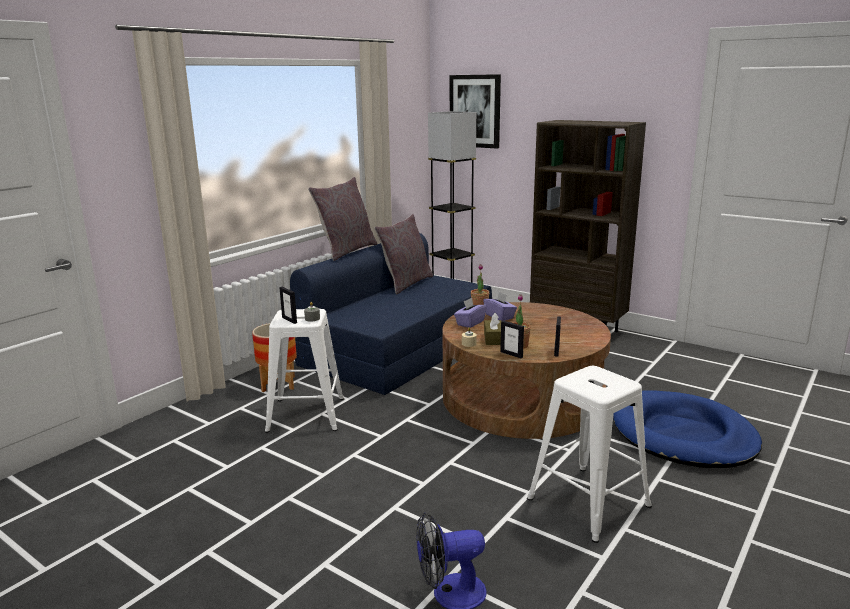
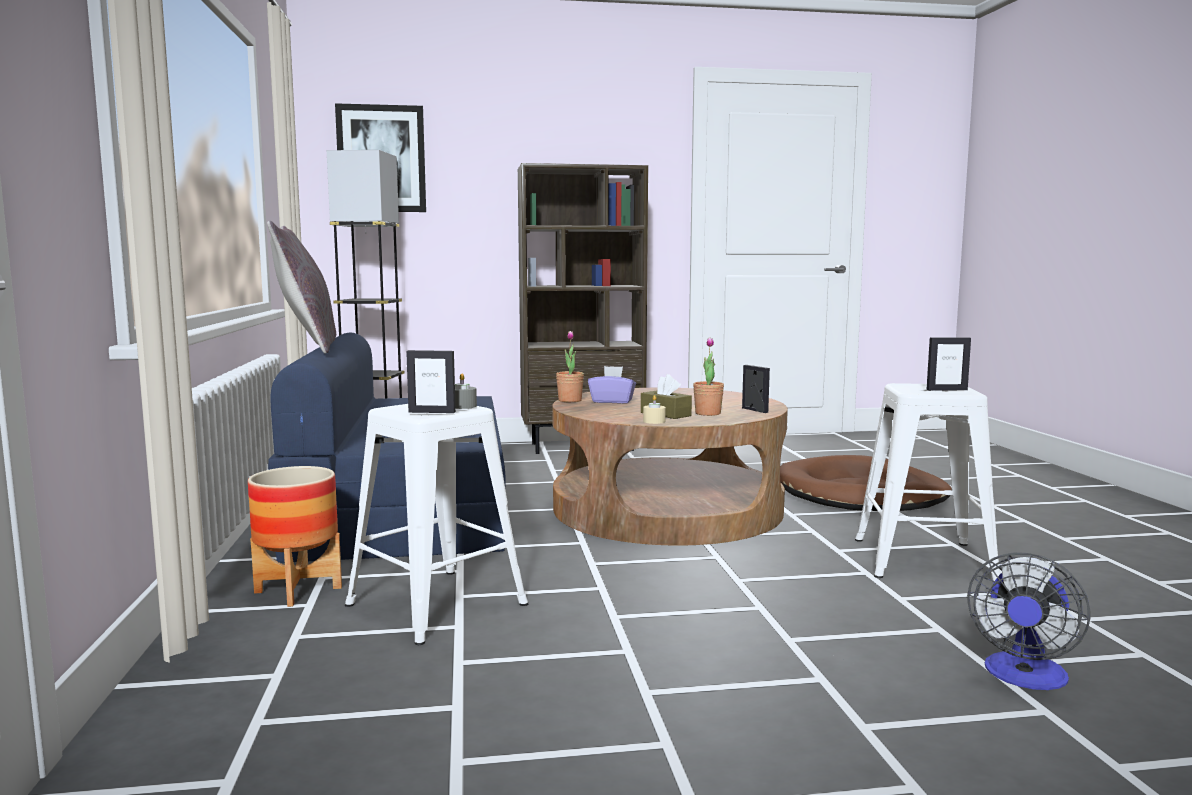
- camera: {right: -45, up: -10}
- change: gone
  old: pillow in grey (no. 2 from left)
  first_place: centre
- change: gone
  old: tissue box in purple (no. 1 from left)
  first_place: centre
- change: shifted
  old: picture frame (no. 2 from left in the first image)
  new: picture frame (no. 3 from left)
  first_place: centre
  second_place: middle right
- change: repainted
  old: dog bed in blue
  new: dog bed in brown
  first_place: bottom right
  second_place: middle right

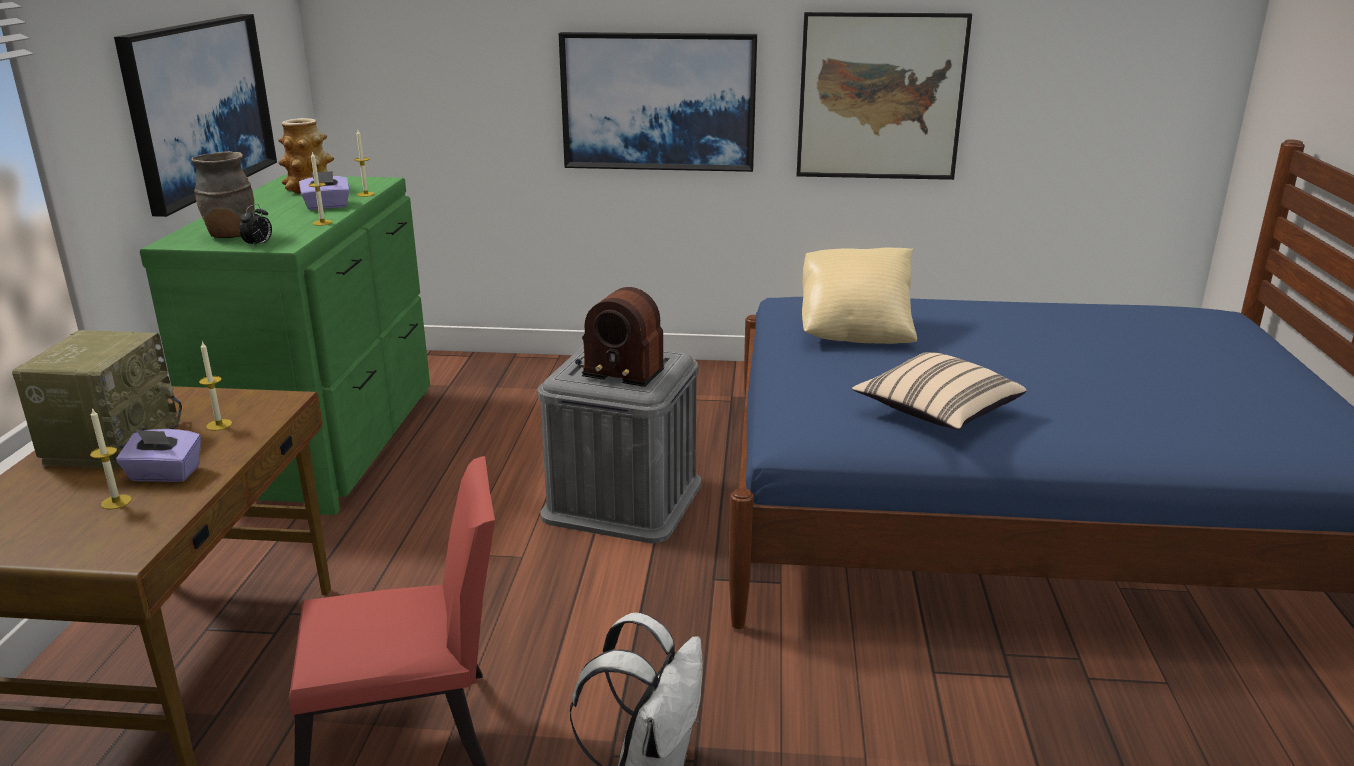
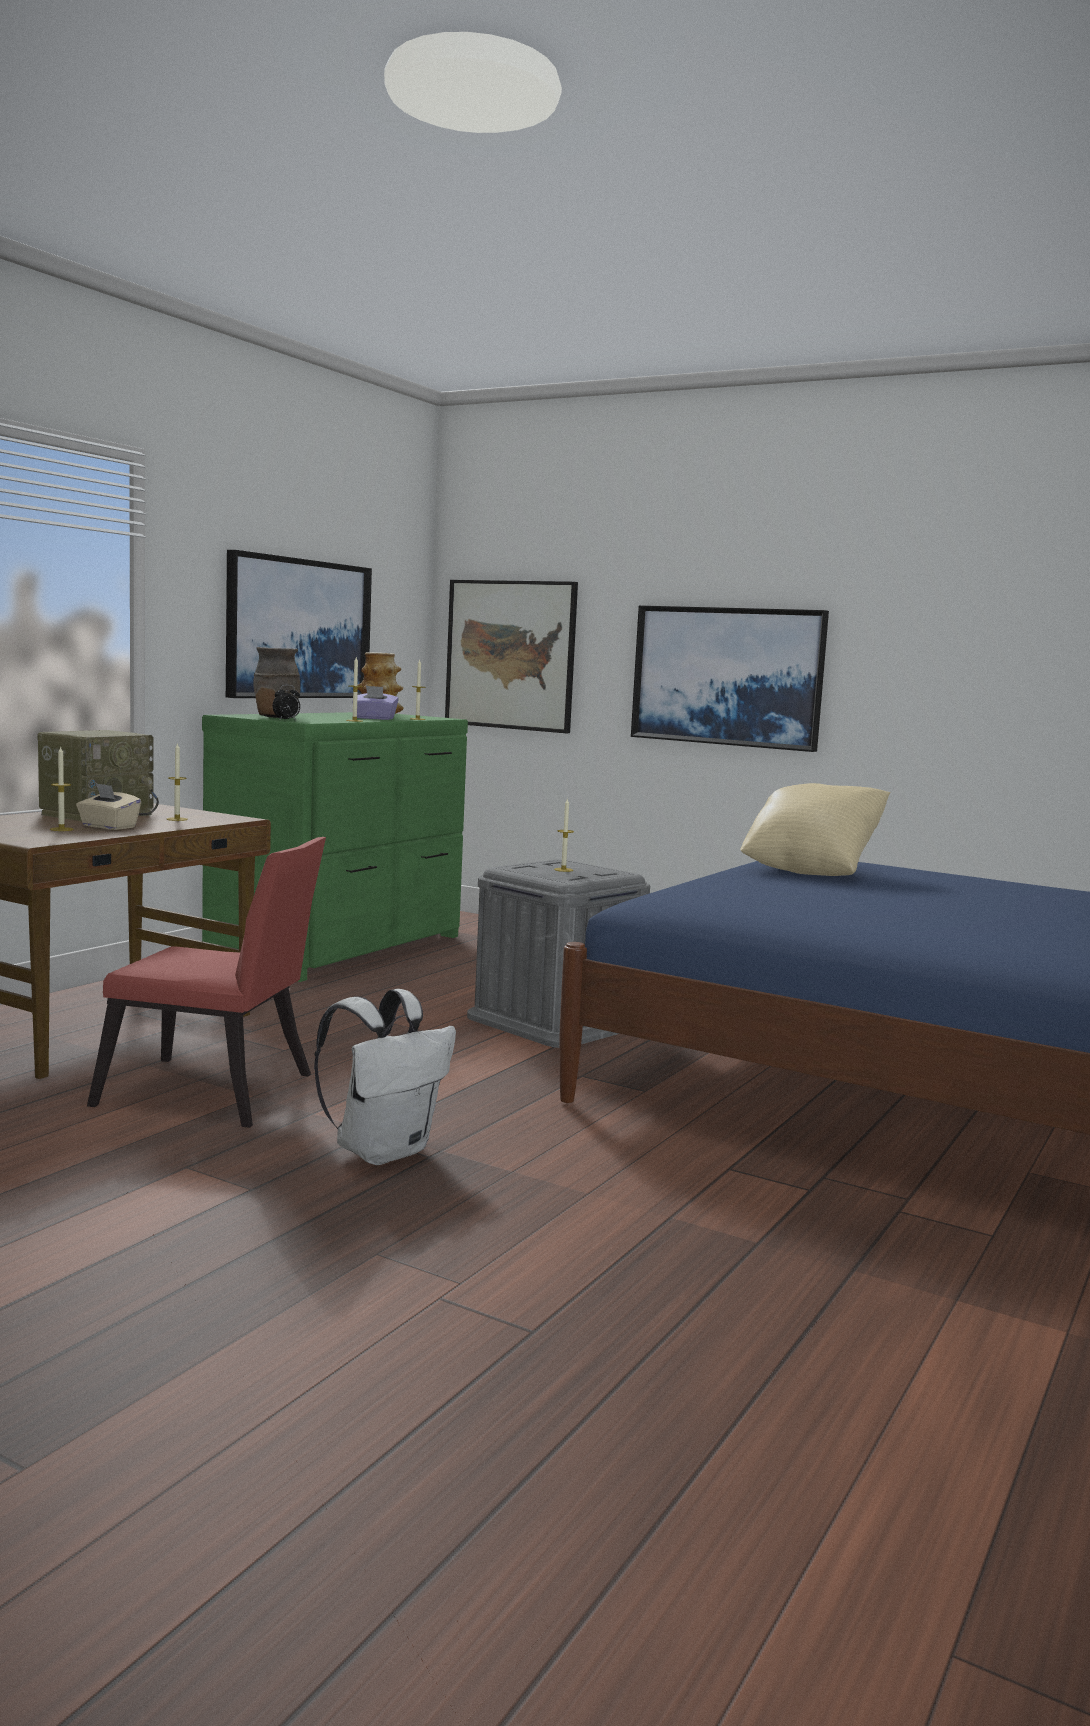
- camera: {right: 25, up: -15}
- change: gone
  old: pillow in beige (no. 2 from left)
  first_place: middle right
- change: shifted
  old: picture (no. 3 from left in the first image)
  new: picture (no. 2 from left)
  first_place: top centre
  second_place: centre
- change: swapped
  old: radio (no. 2 from left)
  new: candle (no. 5 from left)
  first_place: centre
  second_place: centre
- change: repainted
  old: tissue box in purple (no. 1 from left)
  new: tissue box in beige
  first_place: middle left
  second_place: middle left

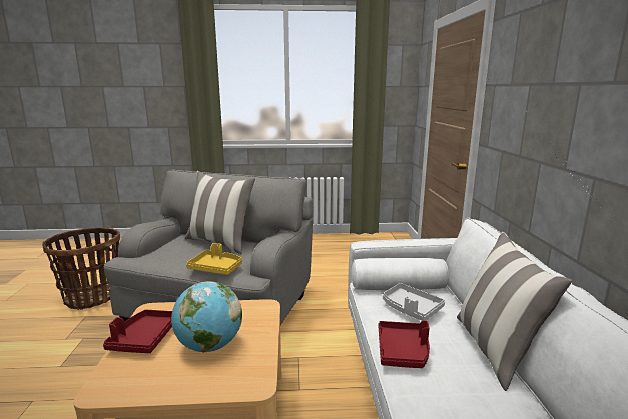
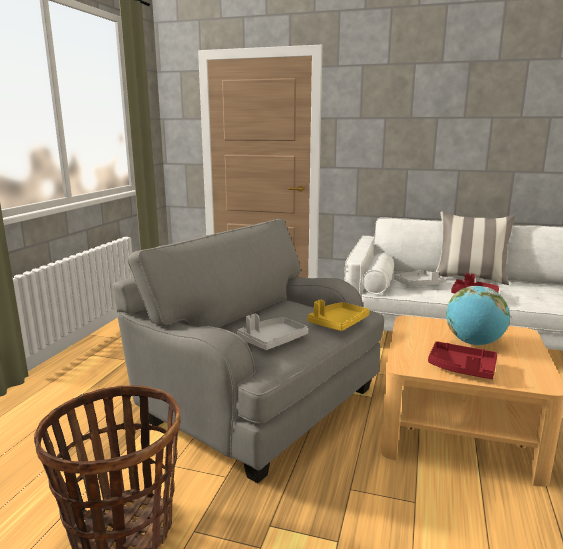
- camera: {right: -70, up: 0}
- change: gone
  old: pillow (no. 1 from left)
  first_place: centre
- change: new
  new: tray in grey (no. 1 from left)
  second_place: centre

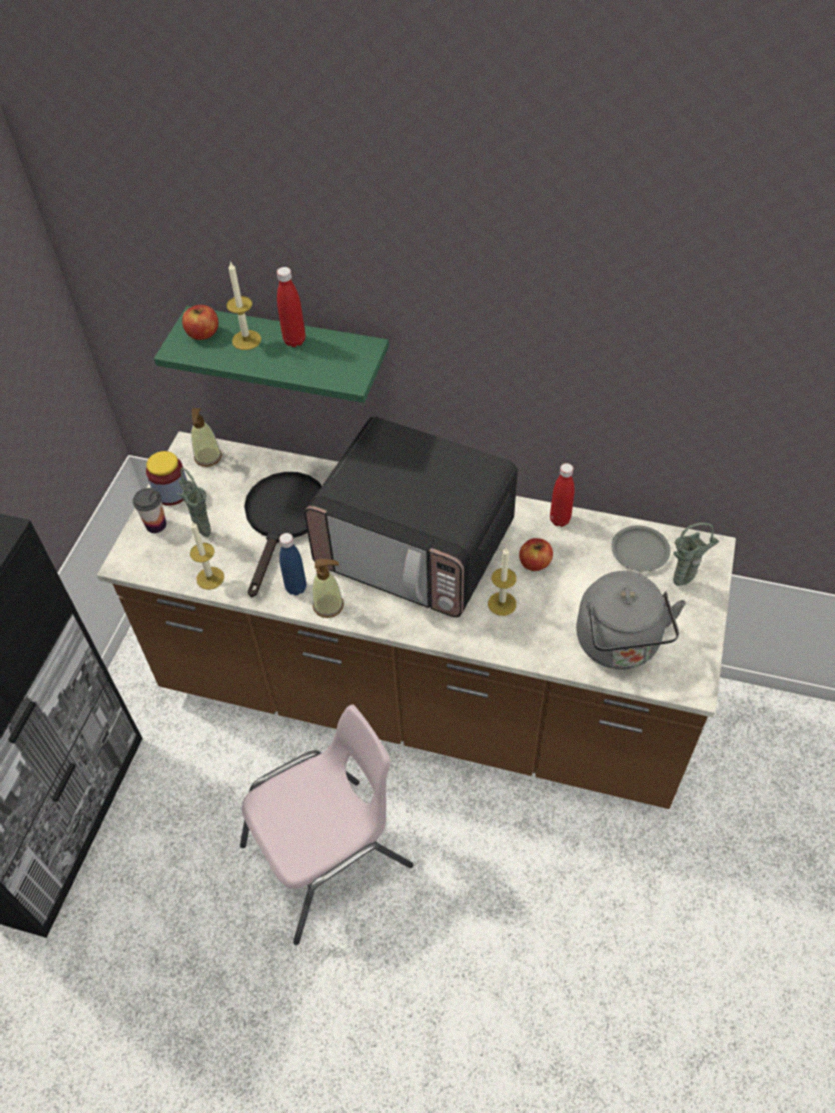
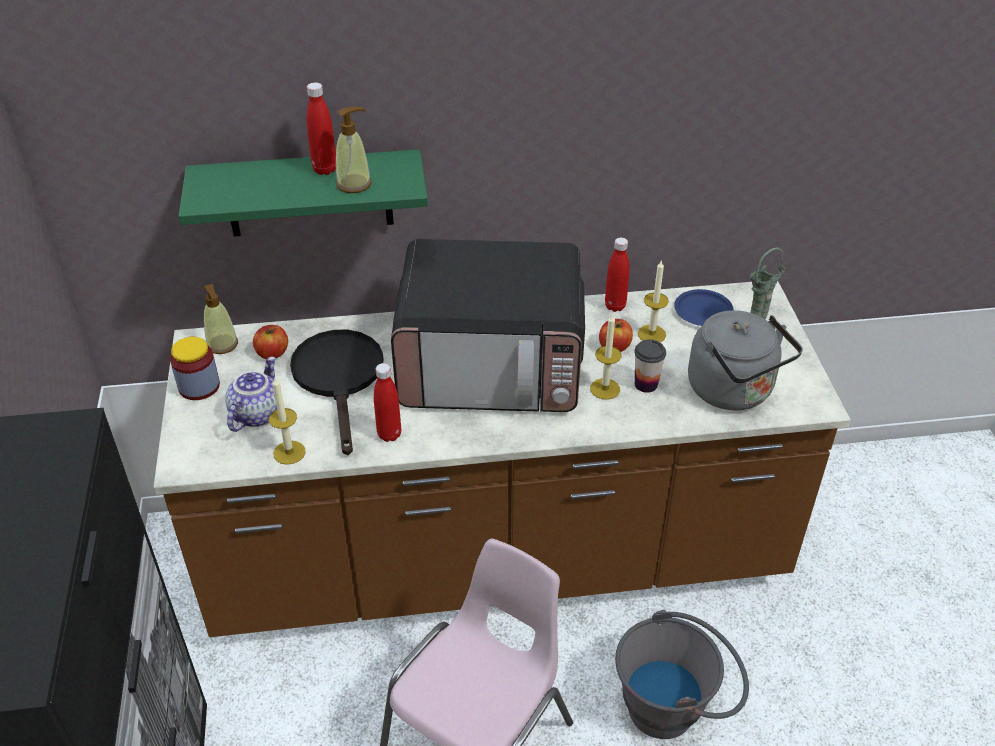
- camera: {right: -25, up: -10}
- change: new
  new: bucket in grey
  second_place: bottom right
- change: shifted
  old: cup
  first_place: middle left
  second_place: centre
- change: shifted
  old: apple (no. 1 from left)
  first_place: top left
  second_place: middle left
- change: shifted
  old: candle (no. 2 from left in the first image)
  new: candle (no. 3 from left)
  first_place: top left
  second_place: centre
- change: shifted
  old: soap dispenser (no. 2 from left)
  first_place: centre
  second_place: top centre
- change: swapped
  old: vase in green (no. 1 from left)
  new: teapot
  first_place: middle left
  second_place: middle left
- change: repainted
  old: bottle in blue
  new: bottle in red (no. 2 from left)
  first_place: centre
  second_place: centre
- change: repainted
  old: plate in grey
  new: plate in blue
  first_place: middle right
  second_place: middle right

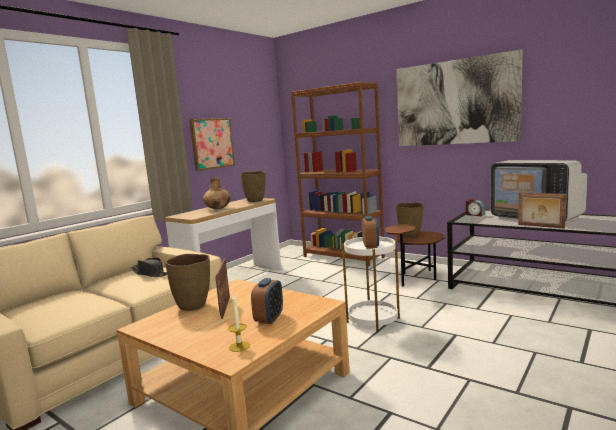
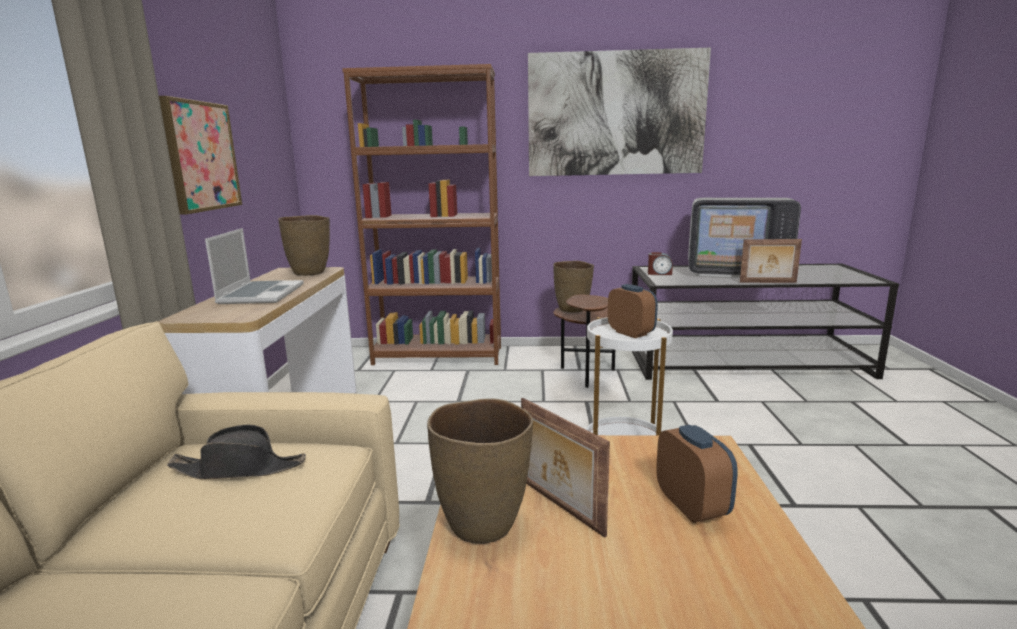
- camera: {right: -35, up: 5}
- change: gone
  old: candle
  first_place: bottom centre
- change: swapped
  old: vase in brown (no. 2 from left)
  new: laptop
  first_place: centre
  second_place: middle left

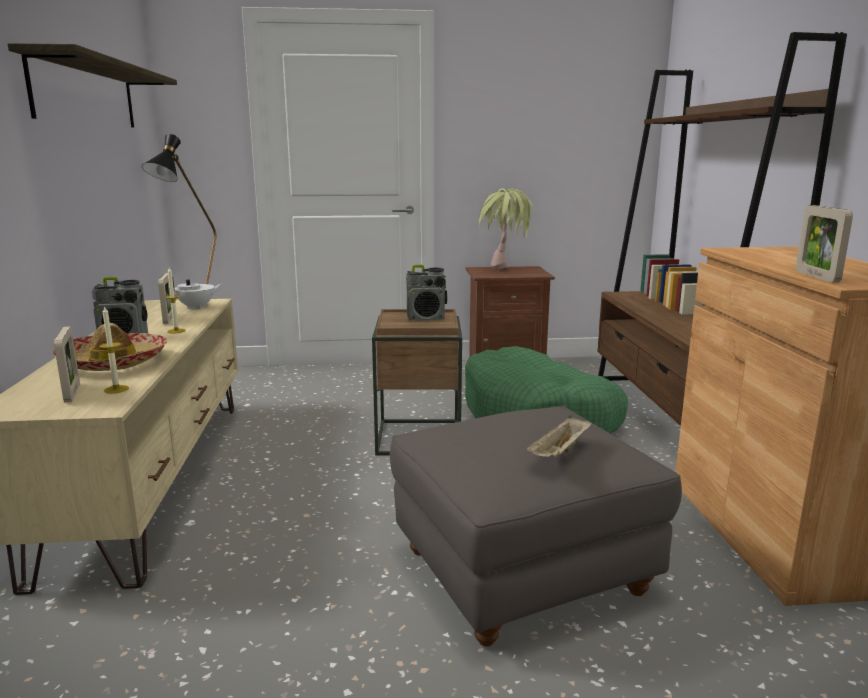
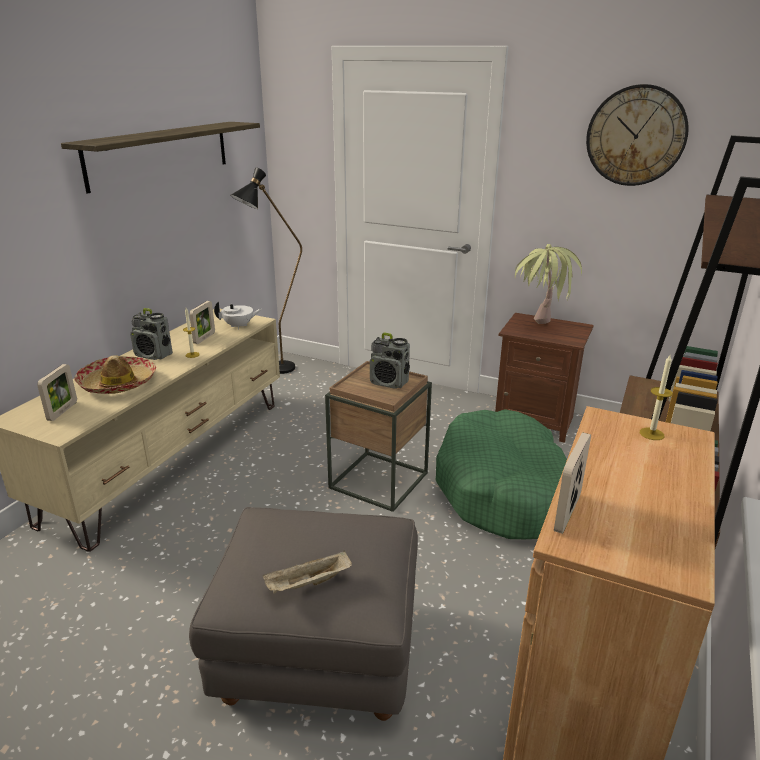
- camera: {right: 30, up: 10}
- change: new
  new: wall clock
  second_place: top right
- change: shifted
  old: candle (no. 1 from left in the first image)
  new: candle (no. 2 from left)
  first_place: middle left
  second_place: middle right

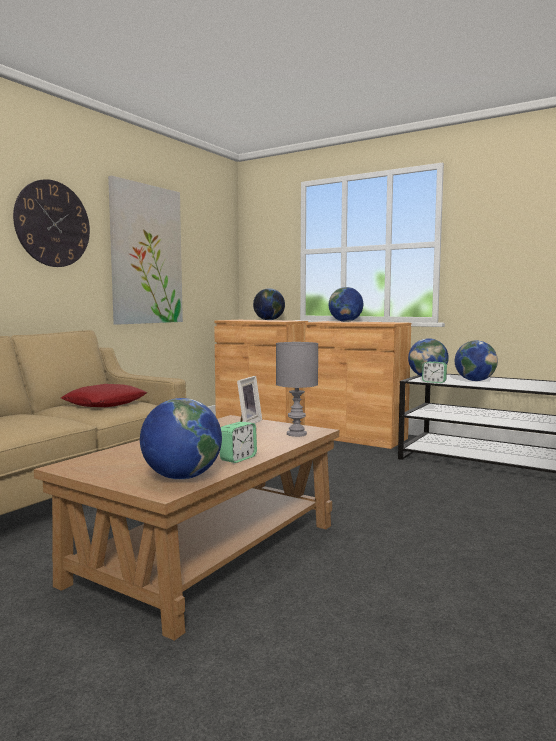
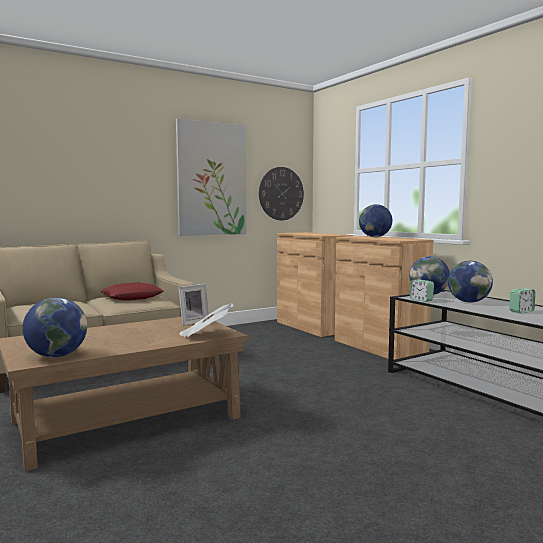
- camera: {right: 25, up: 0}
- change: gone
  old: globe (no. 2 from left)
  first_place: centre
- change: shifted
  old: wall clock
  first_place: top left
  second_place: centre
- change: shifted
  old: alarm clock (no. 1 from left in the first image)
  new: alarm clock (no. 2 from left)
  first_place: centre
  second_place: middle right
- change: swapped
  old: table lamp in grey
  new: newspaper
  first_place: centre
  second_place: centre

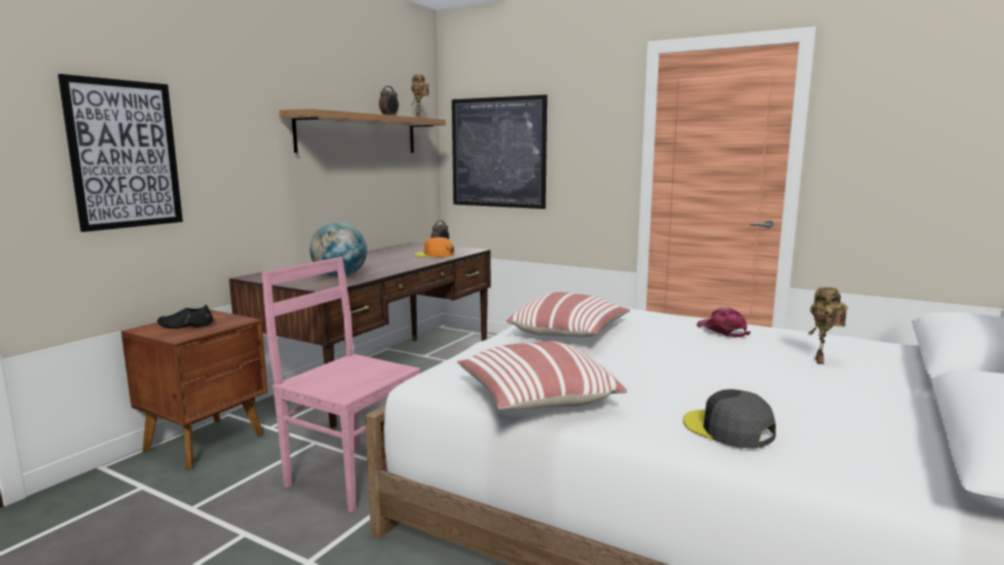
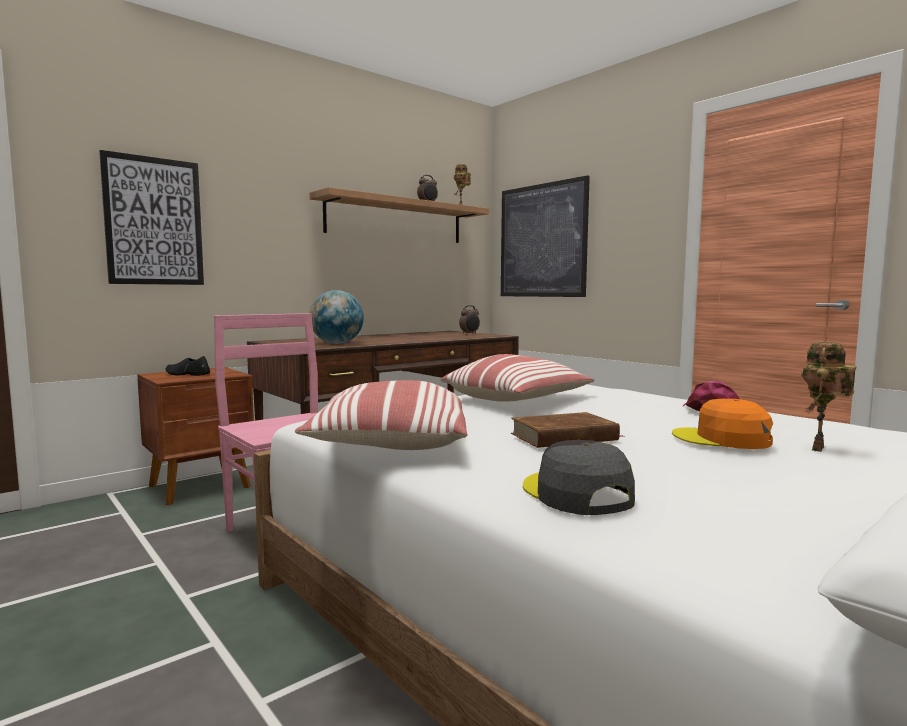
- camera: {right: 20, up: -5}
- change: new
  new: book in brown
  second_place: centre
- change: shifted
  old: cap in orange
  first_place: centre
  second_place: middle right

